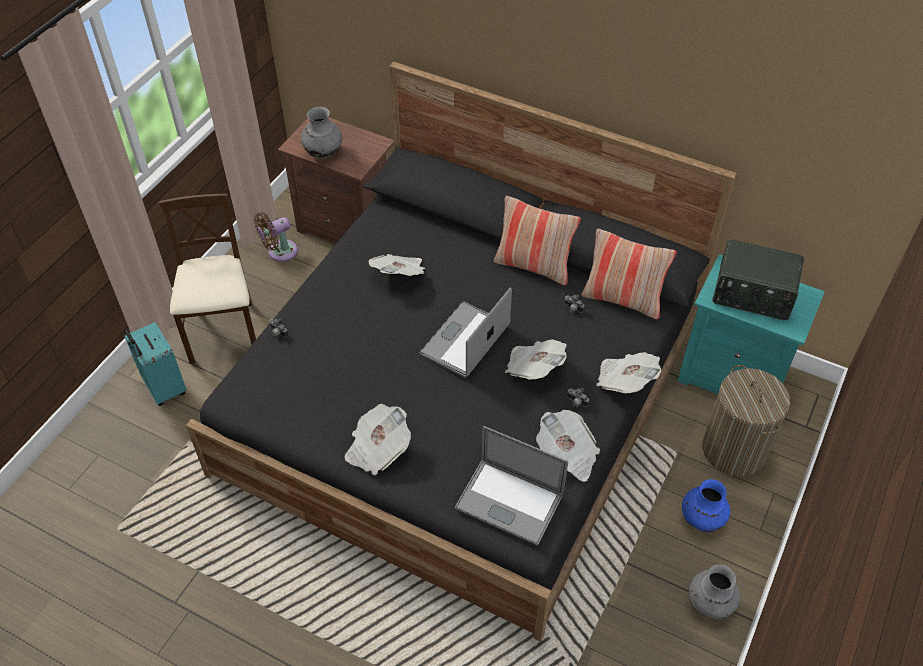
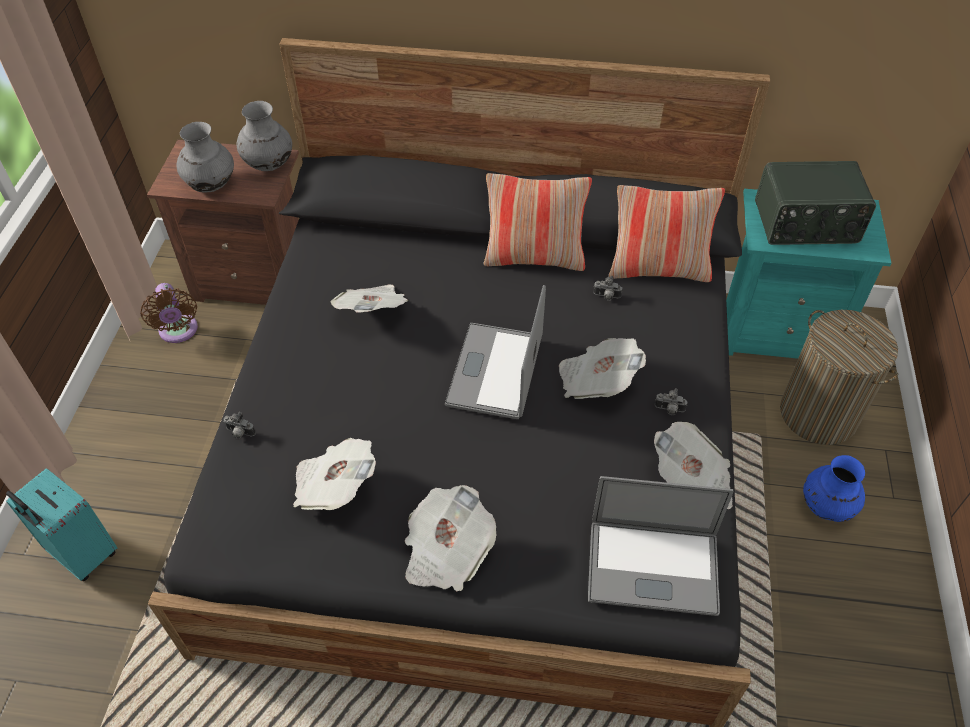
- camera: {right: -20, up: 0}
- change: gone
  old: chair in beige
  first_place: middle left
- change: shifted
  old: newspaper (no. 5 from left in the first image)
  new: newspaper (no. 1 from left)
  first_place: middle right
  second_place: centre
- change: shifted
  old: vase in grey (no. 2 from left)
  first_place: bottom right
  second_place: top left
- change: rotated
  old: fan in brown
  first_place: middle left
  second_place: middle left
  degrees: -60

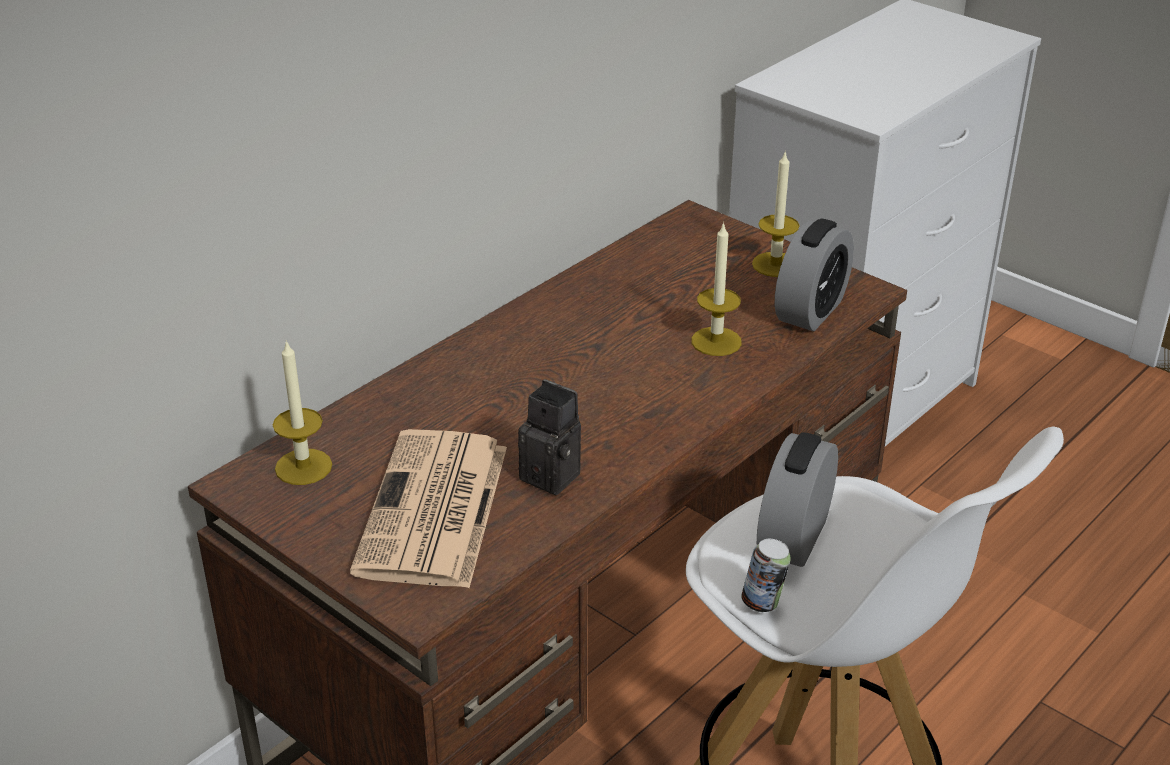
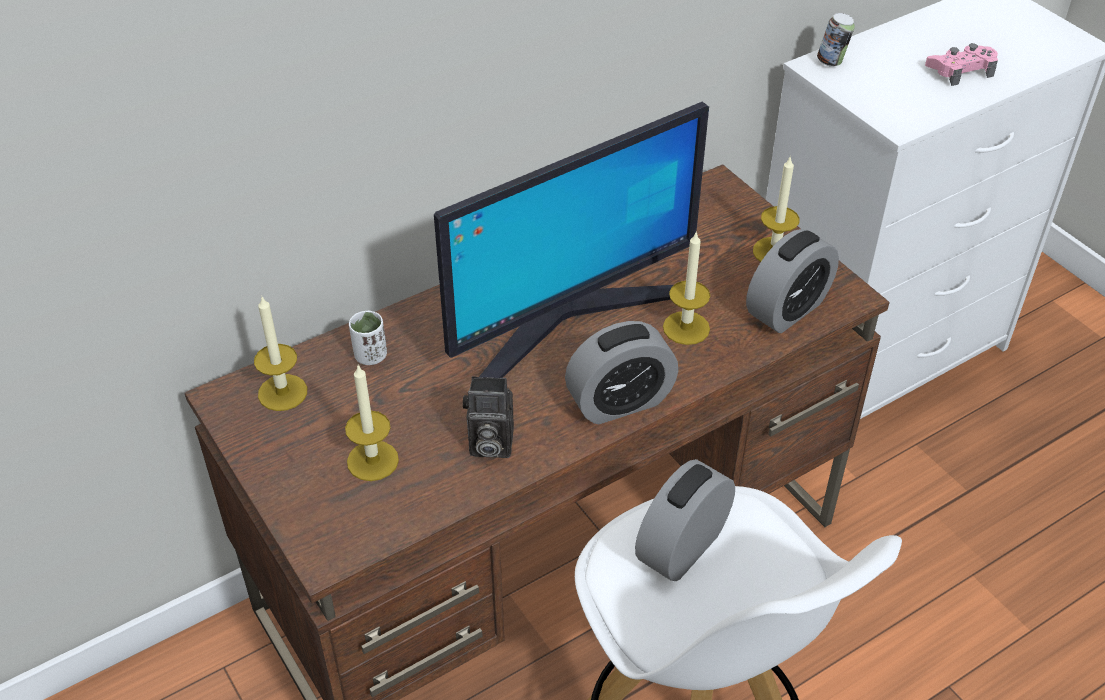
- camera: {right: 15, up: 10}
- change: new
  new: cup in white
  second_place: middle left
- change: new
  new: monitor
  second_place: centre
- change: new
  new: alarm clock (no. 1 from left)
  second_place: centre
- change: new
  new: game controller in pink
  second_place: top right
- change: shifted
  old: can
  first_place: bottom centre
  second_place: top right
- change: swapped
  old: newspaper
  new: candle (no. 2 from left)
  first_place: centre
  second_place: centre
- change: rotated
  old: photo camera
  first_place: centre
  second_place: centre
  degrees: 135

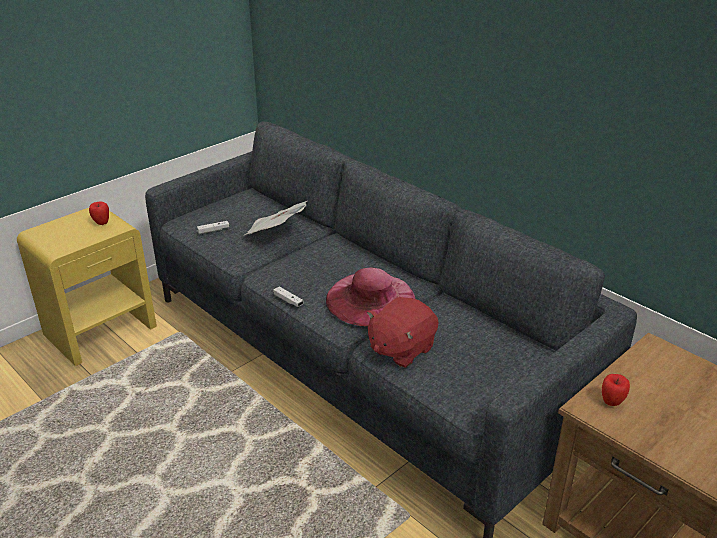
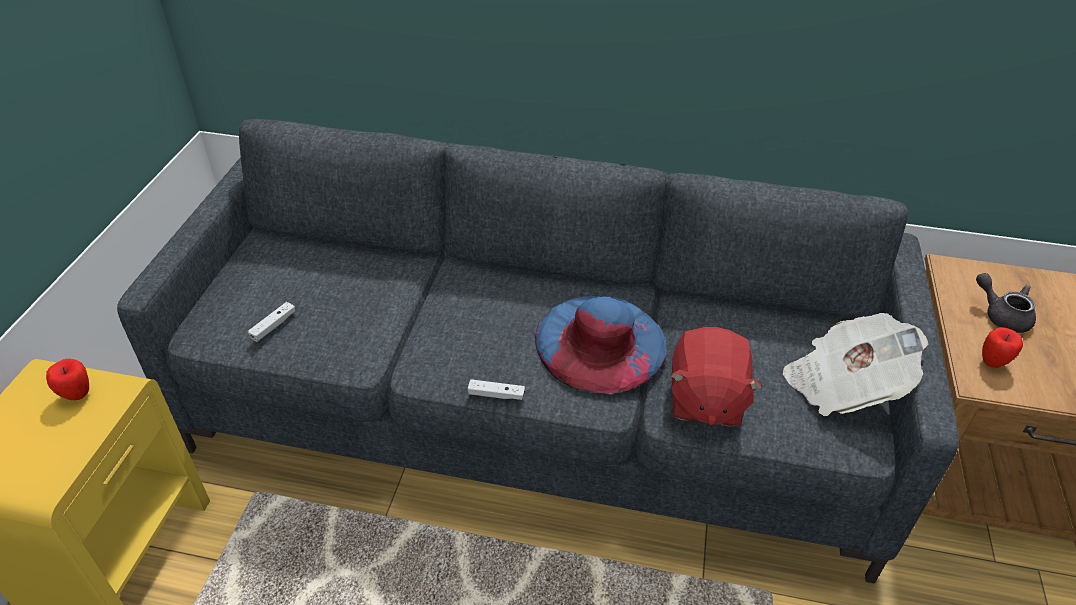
- camera: {right: -35, up: 10}
- change: new
  new: teapot in grey
  second_place: middle right
- change: shifted
  old: newspaper
  first_place: centre
  second_place: middle right
- change: repainted
  old: hat in pink
  new: hat in blue
  first_place: centre
  second_place: centre

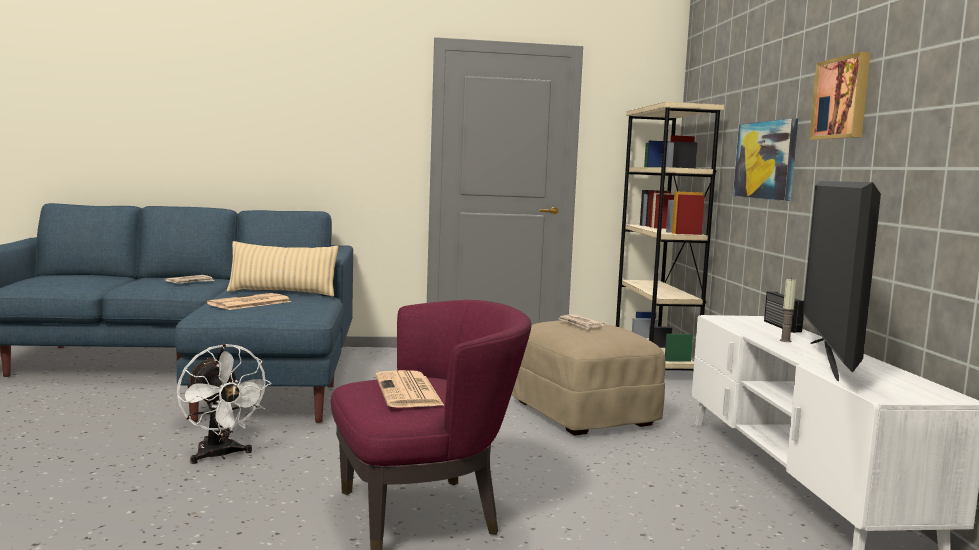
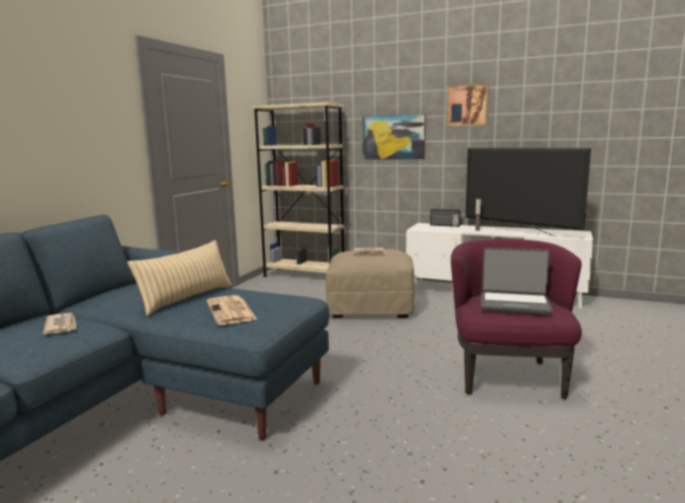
- camera: {right: -60, up: 5}
- change: gone
  old: fan in white
  first_place: bottom left
- change: swapped
  old: newspaper (no. 3 from left)
  new: laptop
  first_place: bottom centre
  second_place: middle right

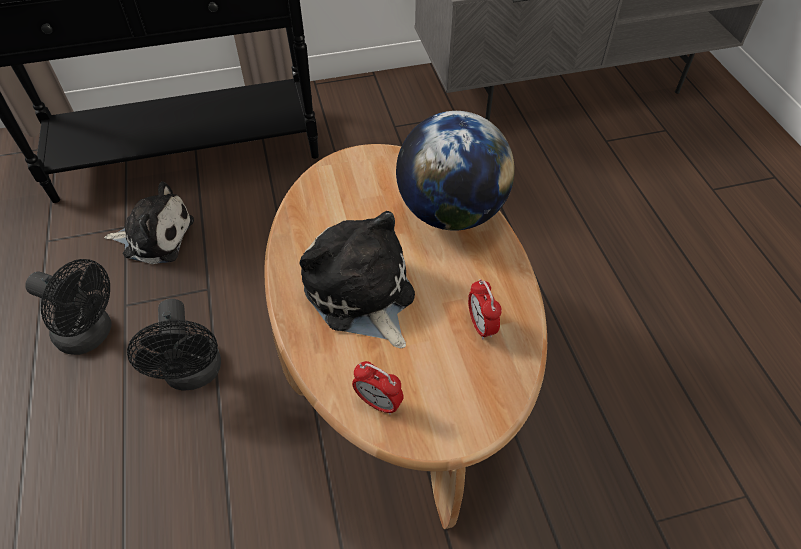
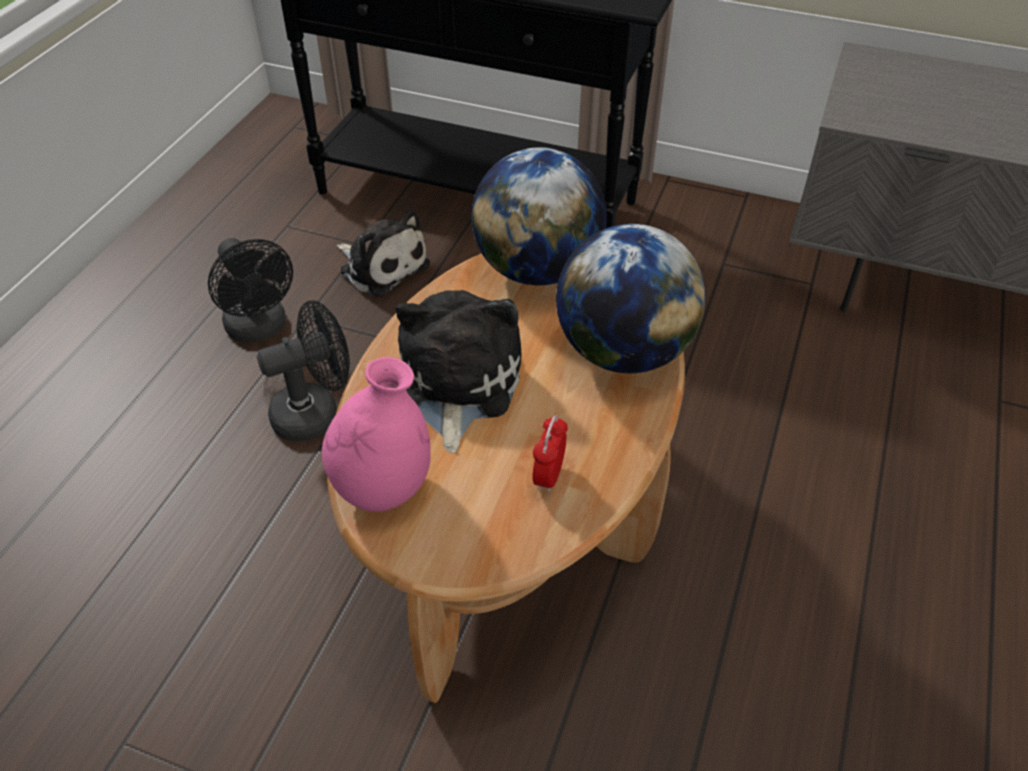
- camera: {right: 35, up: -5}
- change: new
  new: globe (no. 1 from left)
  second_place: top centre
- change: swapped
  old: alarm clock (no. 1 from left)
  new: vase in pink
  first_place: bottom centre
  second_place: centre
- change: rotated
  old: fan in black (no. 2 from left)
  first_place: middle left
  second_place: middle left
  degrees: -135

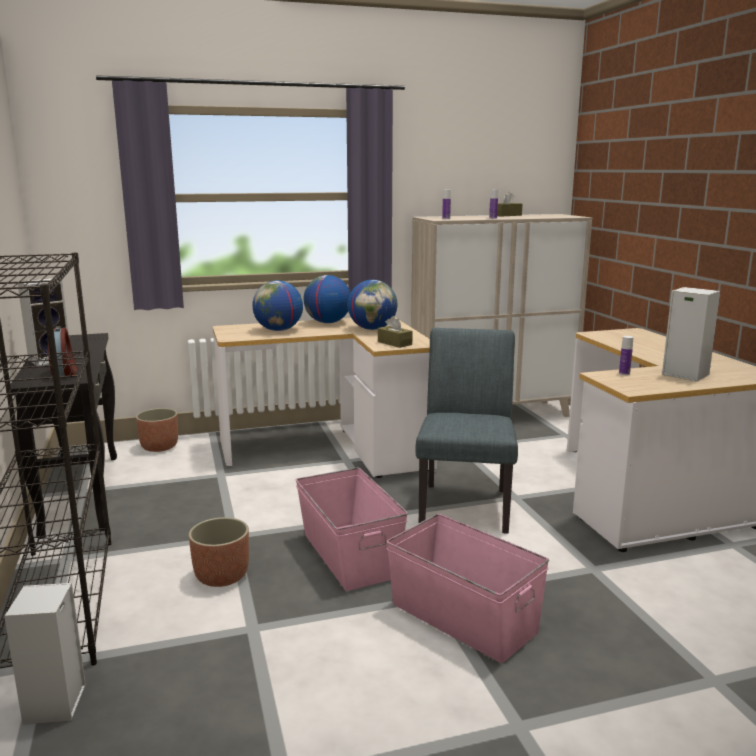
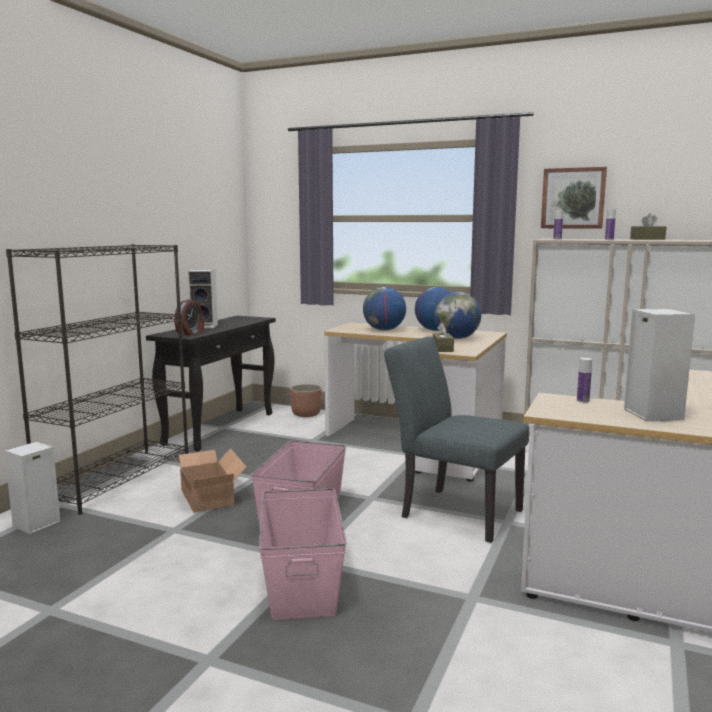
- camera: {right: 40, up: -5}
- change: new
  new: picture
  second_place: top right
- change: swapped
  old: planter (no. 2 from left)
  new: cardboard box
  first_place: bottom left
  second_place: bottom left
- change: rotated
  old: chair in grey
  first_place: centre
  second_place: centre
  degrees: -105

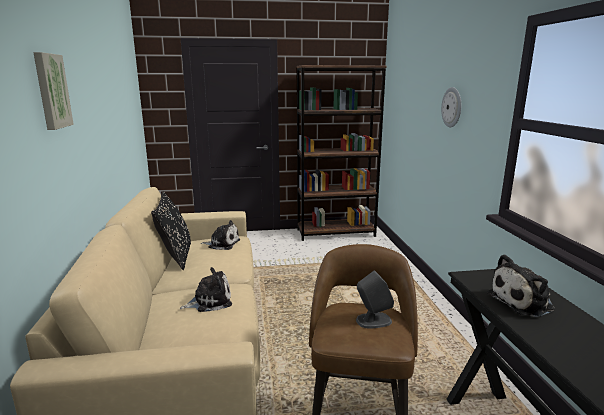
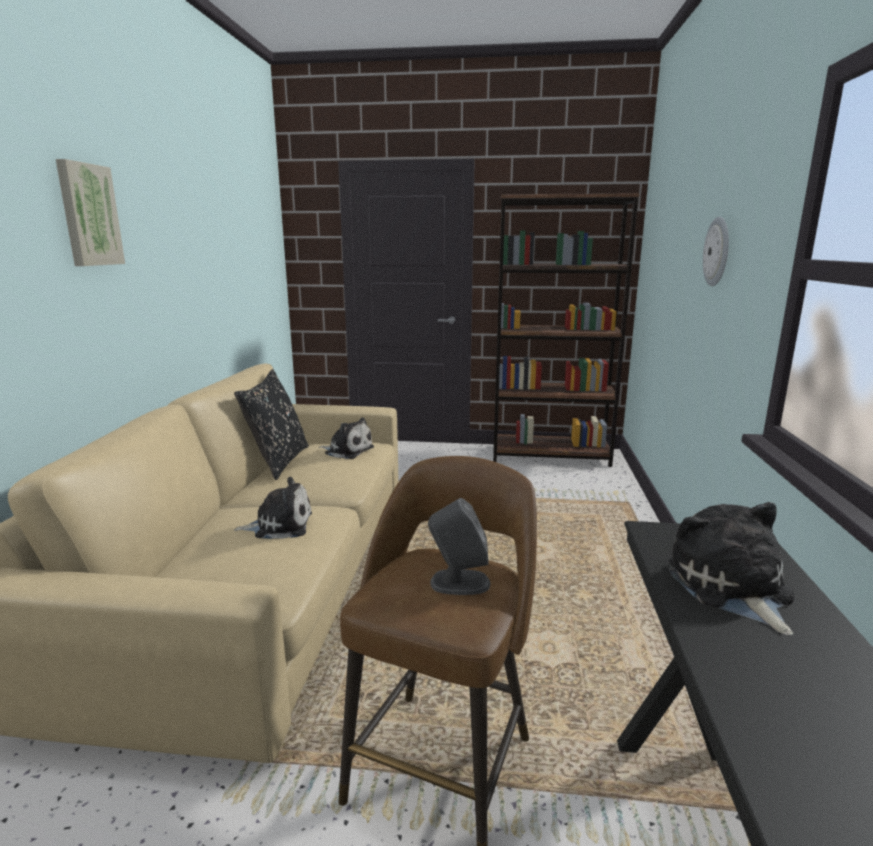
- camera: {right: 15, up: 0}
- change: rotated
  old: plush toy (no. 3 from left)
  first_place: bottom right
  second_place: bottom right
  degrees: 90

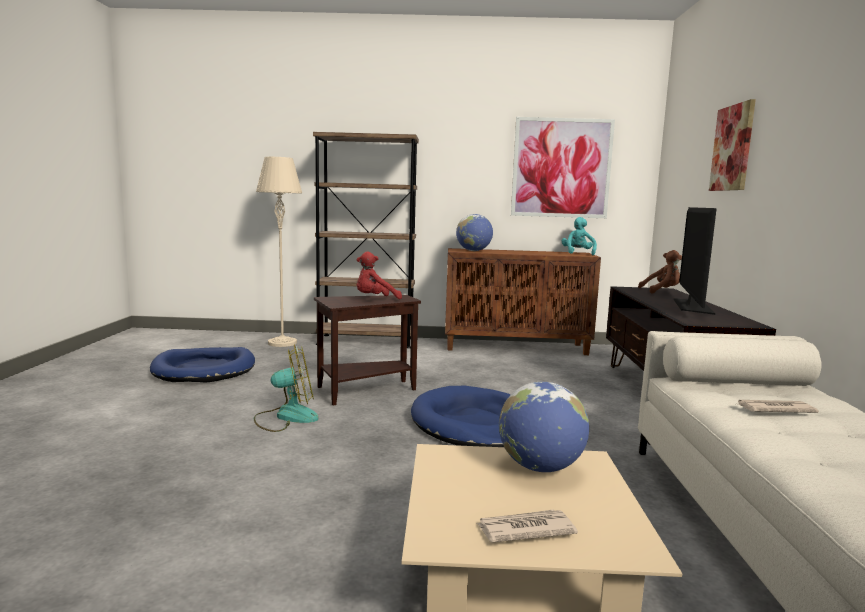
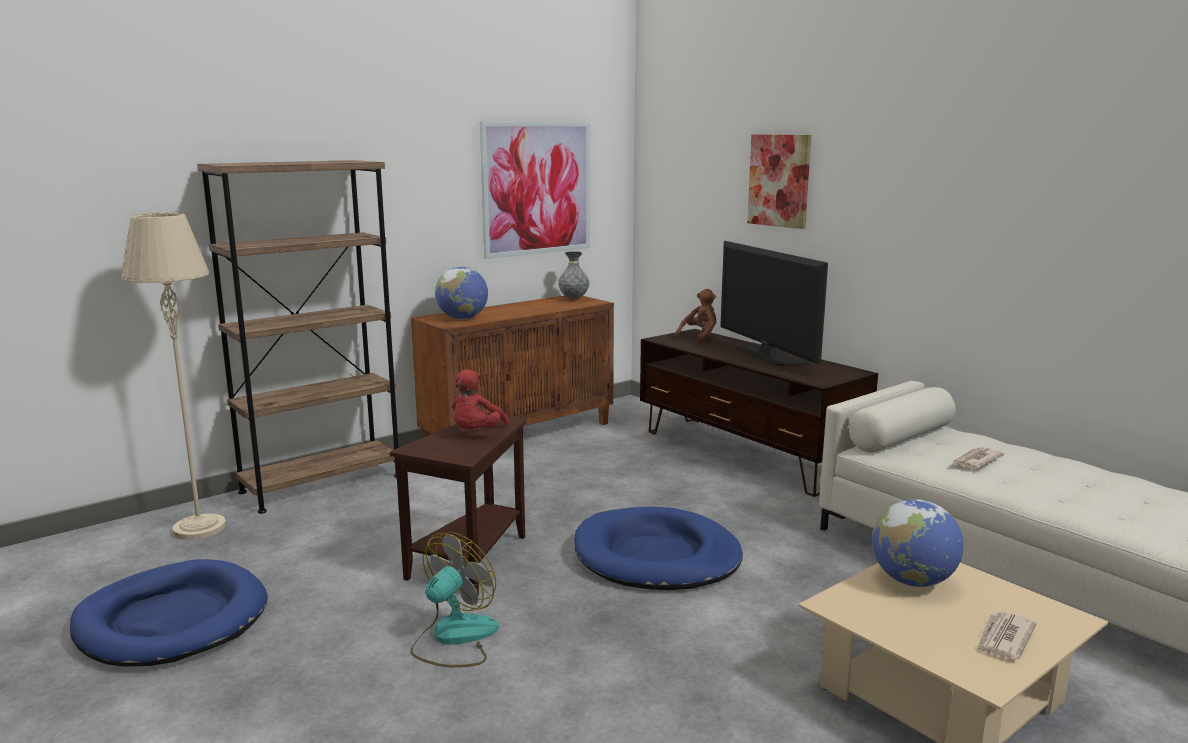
- camera: {right: -40, up: 5}
- change: swapped
  old: plush toy in turquoise
  new: vase in grey
  first_place: middle right
  second_place: centre

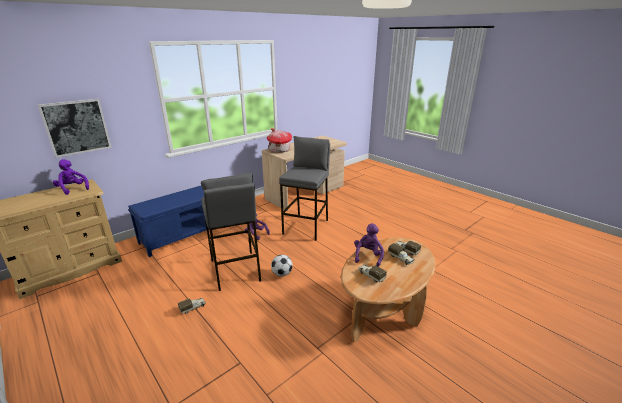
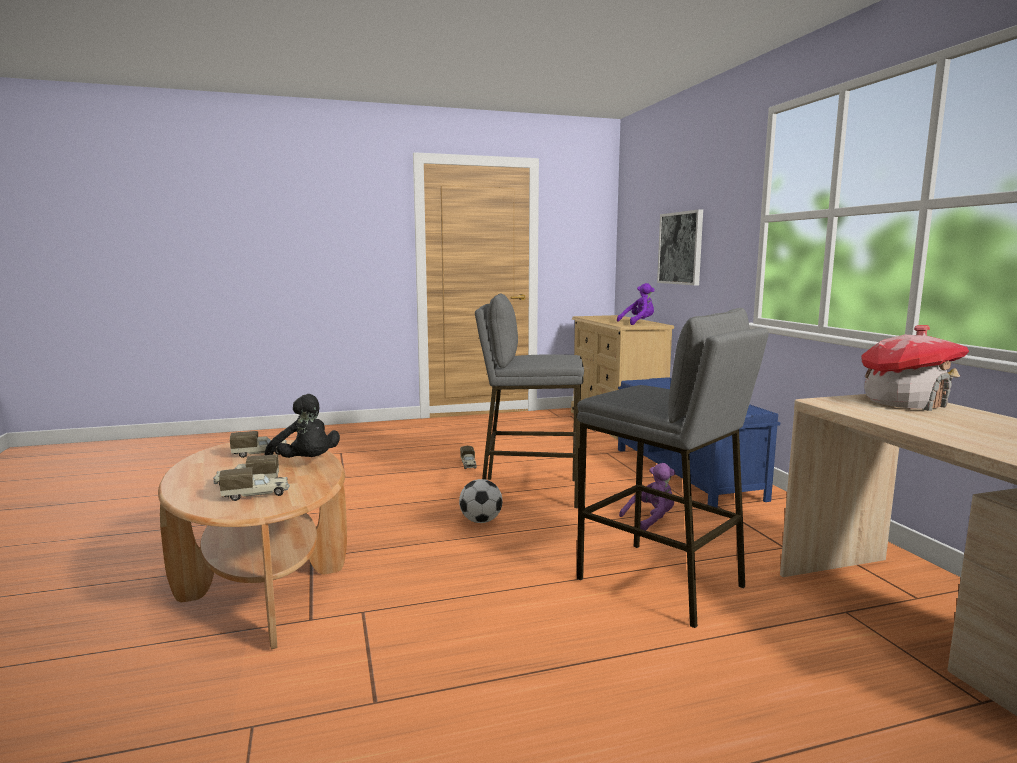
- camera: {right: 115, up: -15}
- change: repainted
  old: plush toy in purple (no. 3 from left)
  new: plush toy in black
  first_place: centre
  second_place: middle left

